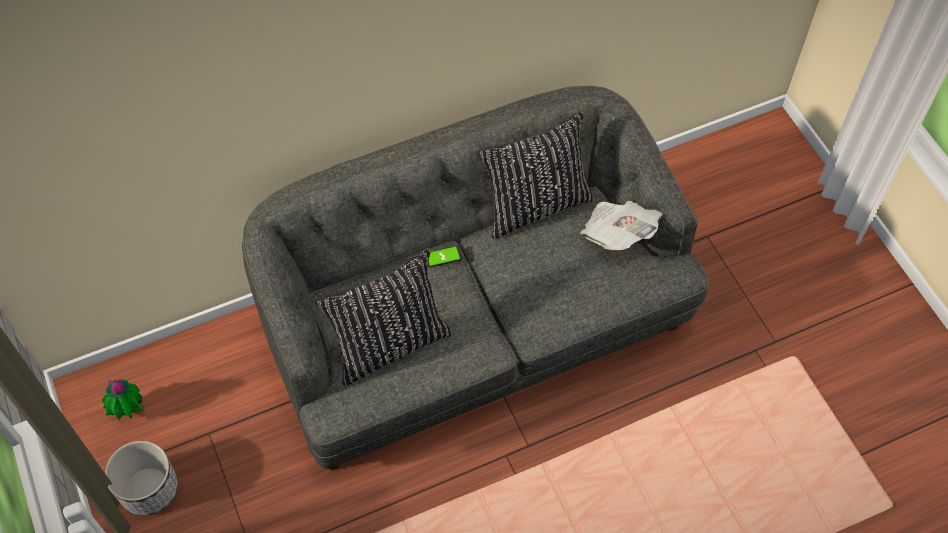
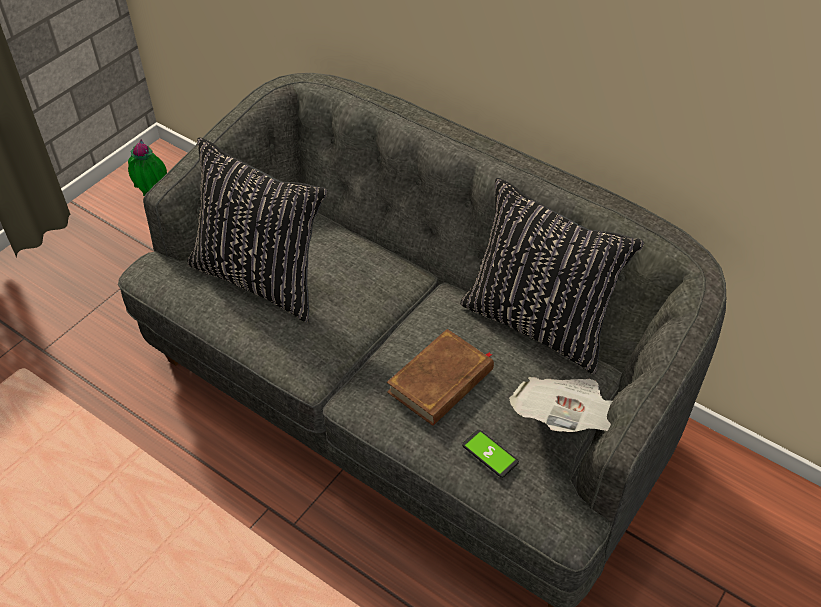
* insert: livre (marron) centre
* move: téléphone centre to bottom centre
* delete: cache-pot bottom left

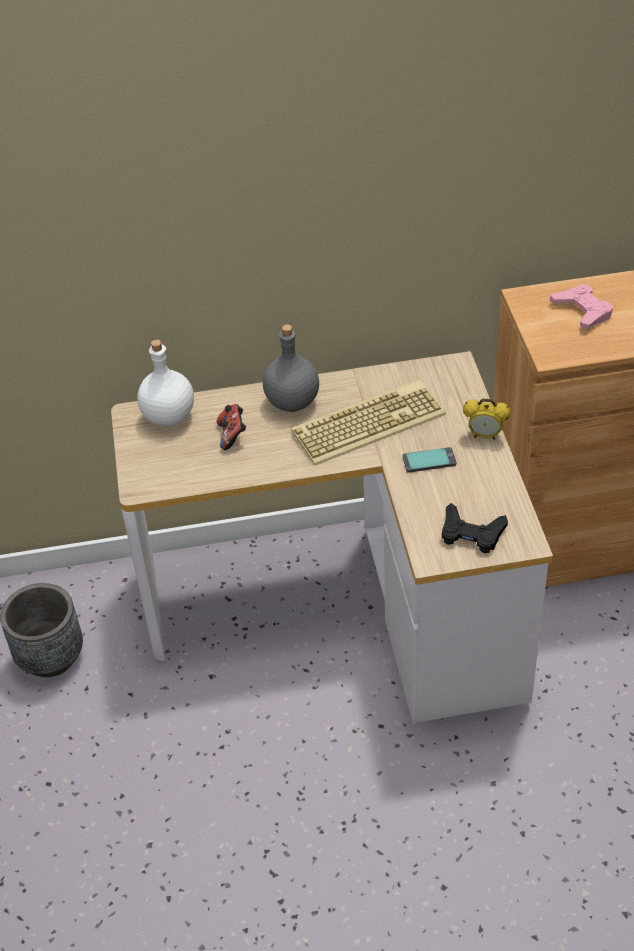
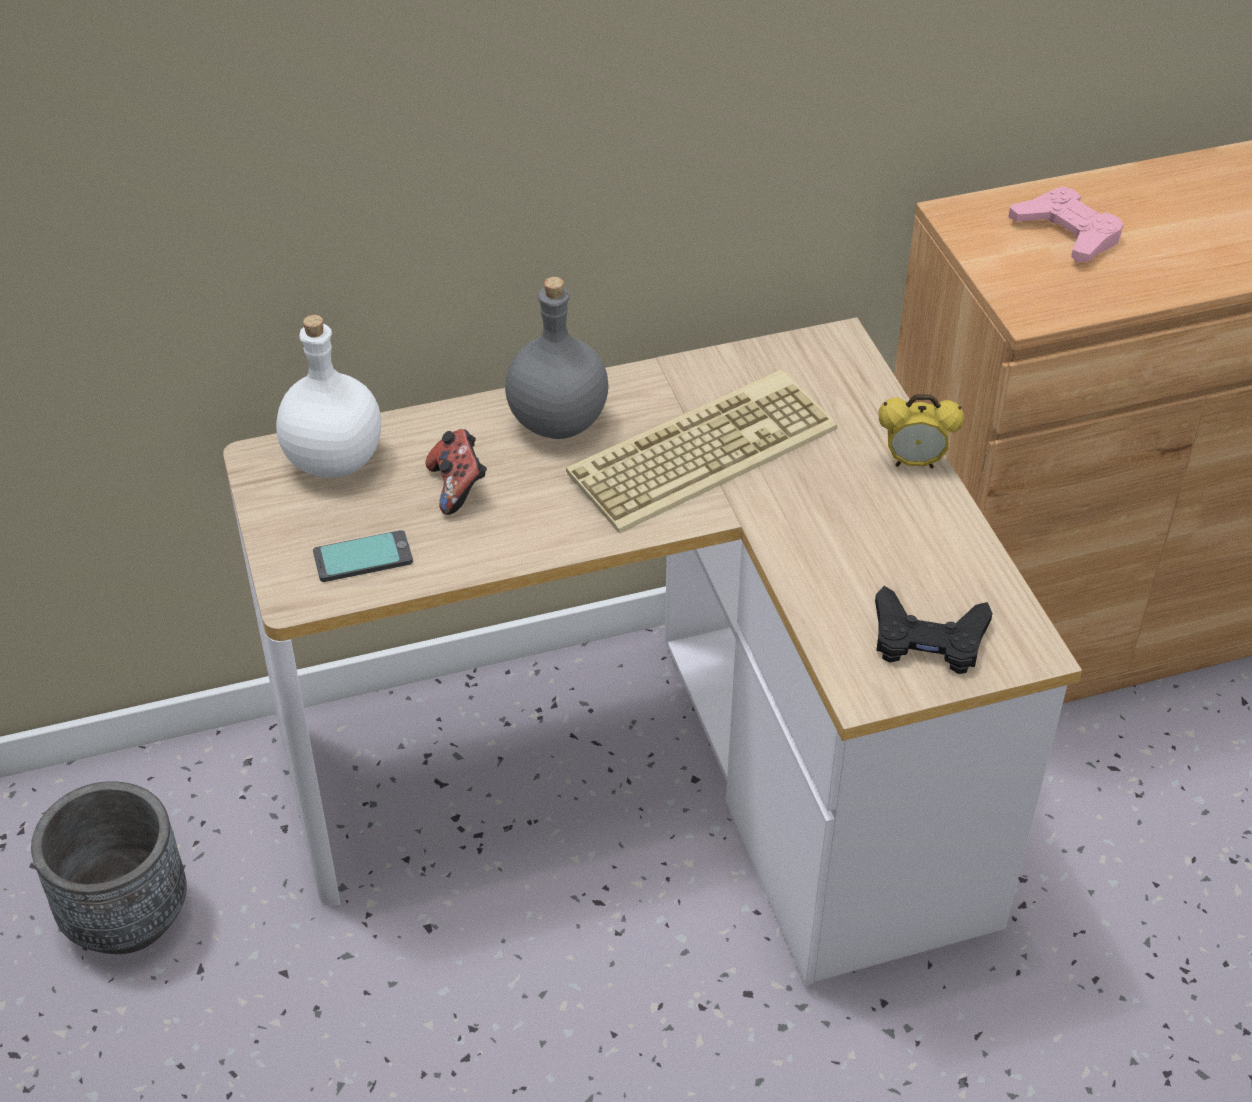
* move: téléphone middle right to middle left

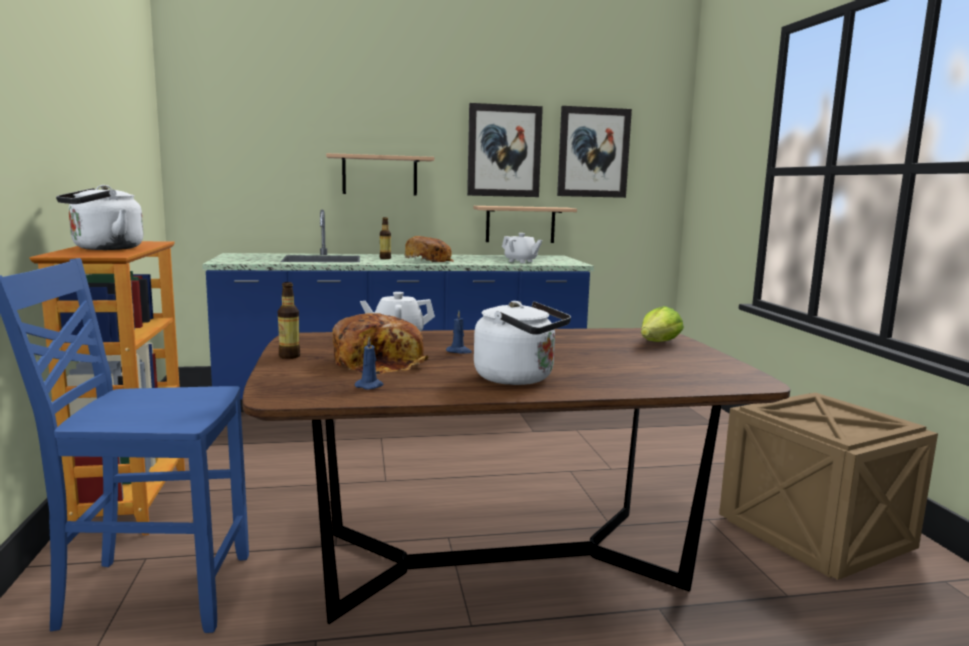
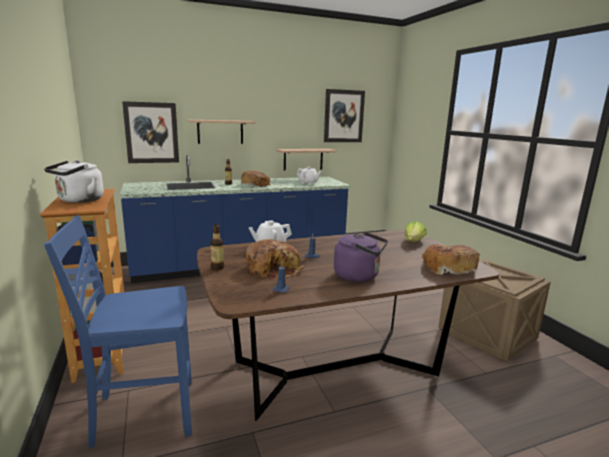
* move: tableau (1st from left) top centre to top left
* recolor: bouilloire (blanc) (2nd from left) centre to bouilloire (violet) centre
* insert: pain (3rd from left) middle right

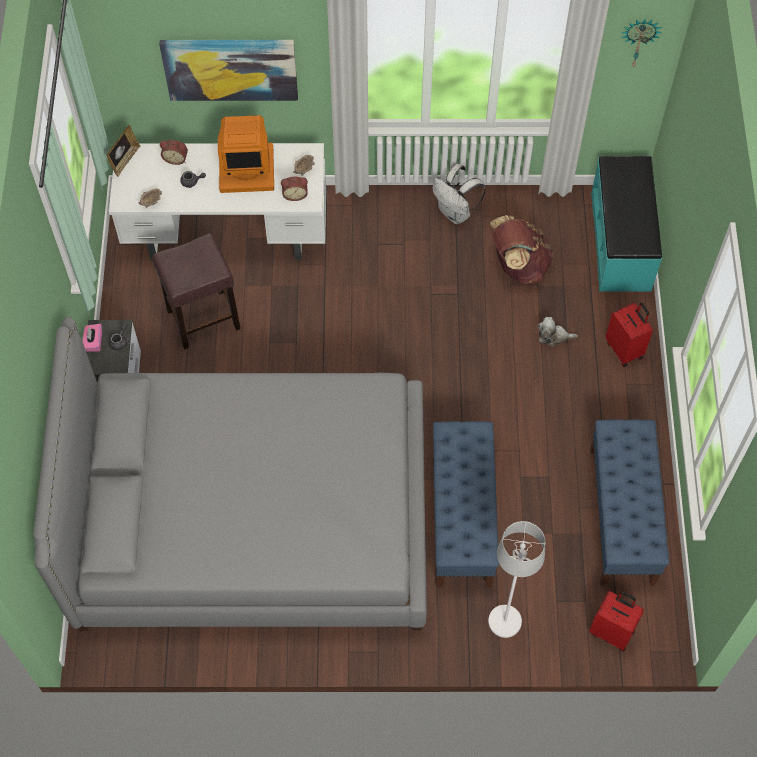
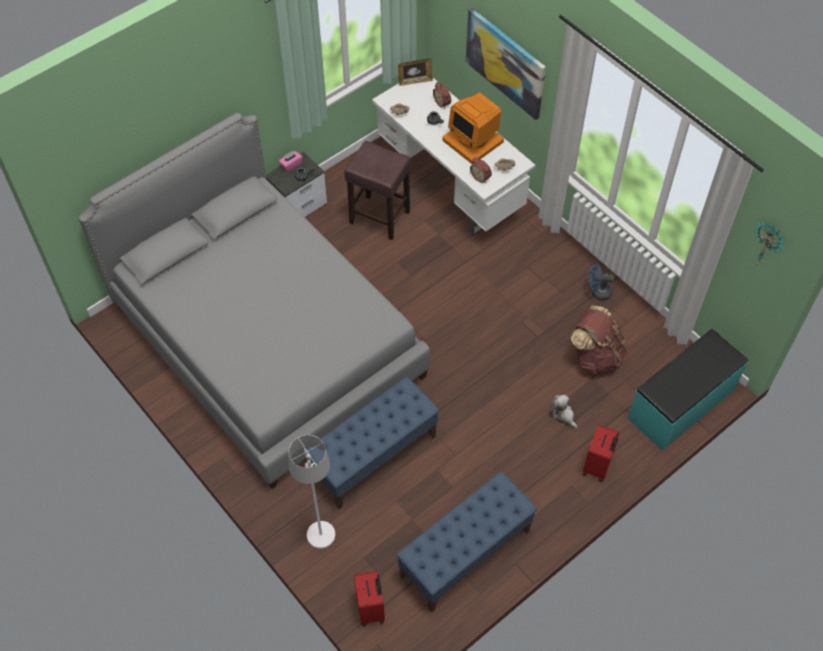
* replace: sac à dos (blanc) top centre to ventilateur (bleu) middle right

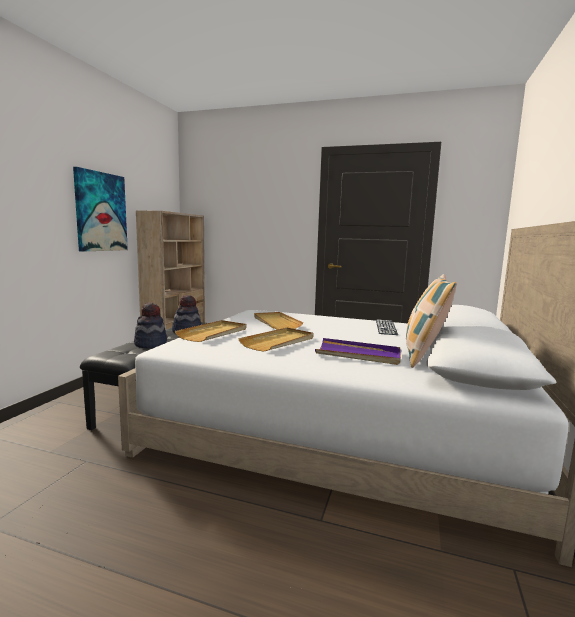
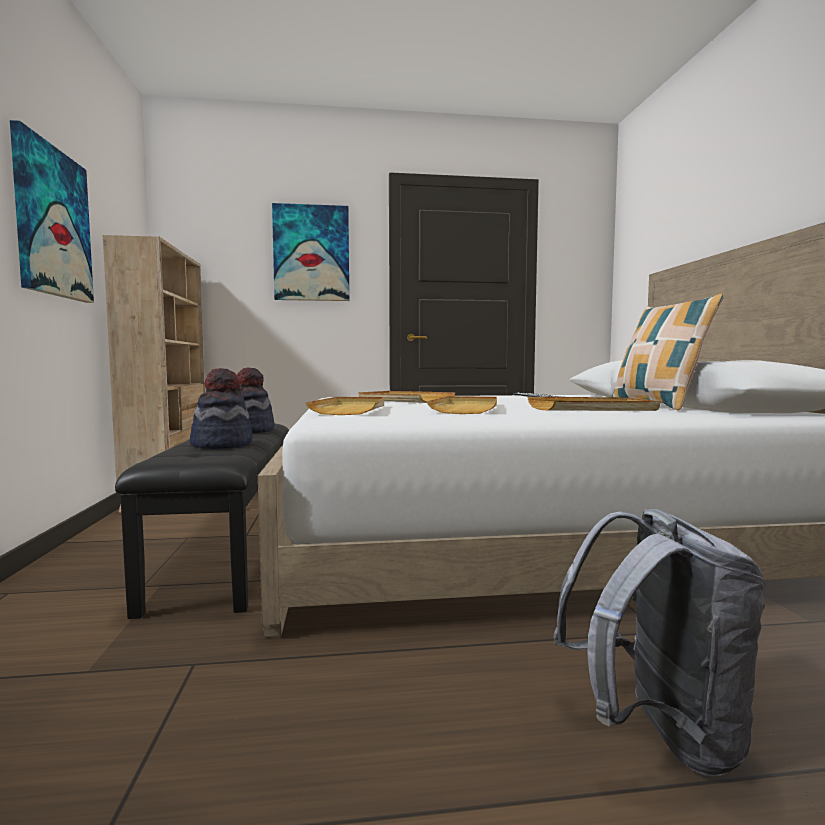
* insert: tableau (2nd from left) top centre
* recolor: plateau (violet) centre to plateau (beige) (4th from left) middle right
* insert: sac à dos (gris) bottom right

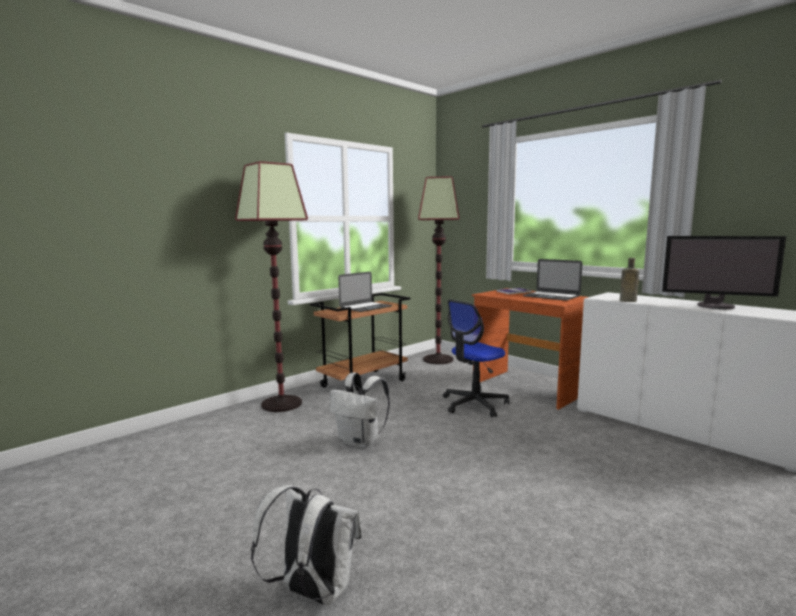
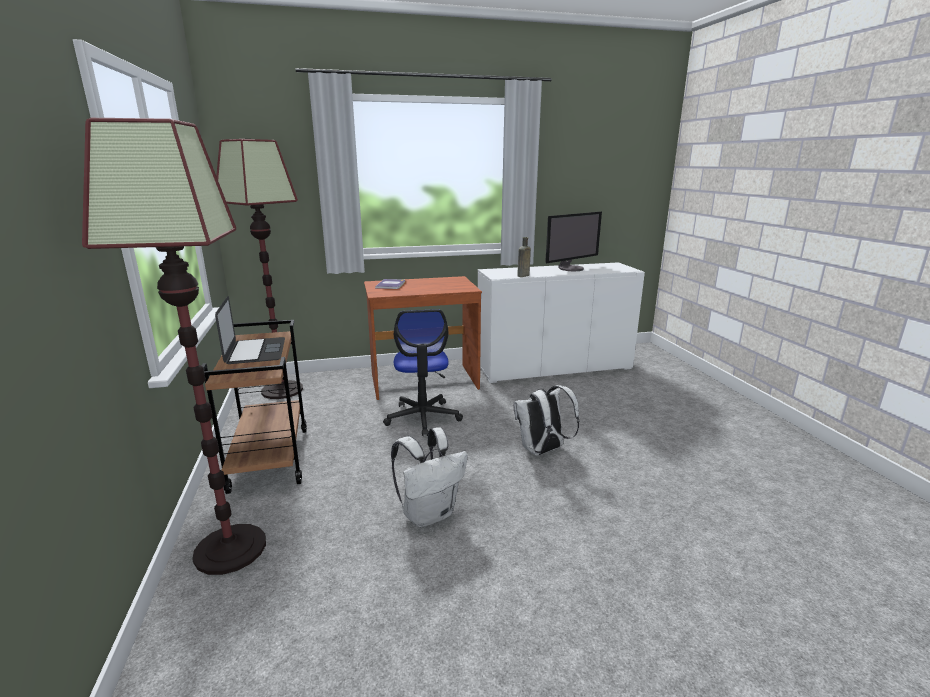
* move: sac à dos (blanc) (1st from left in the first image) bottom centre to sac à dos (blanc) (2nd from left) centre
* delete: ordinateur portable (2nd from left) middle right

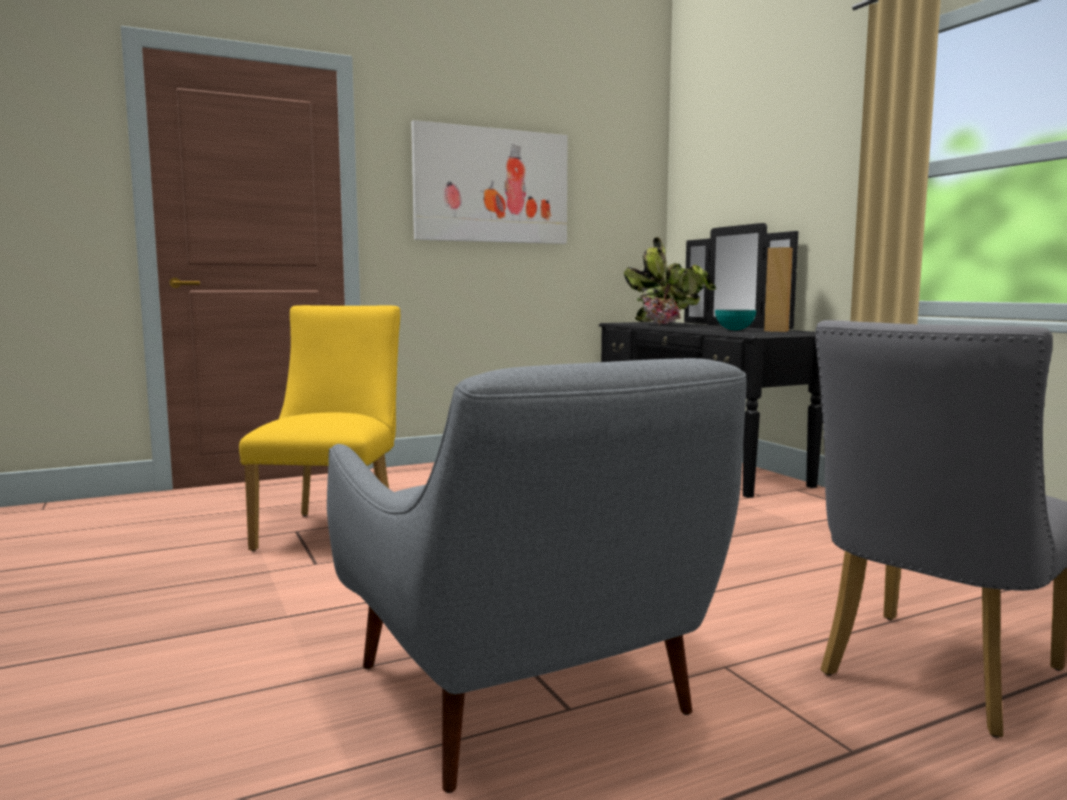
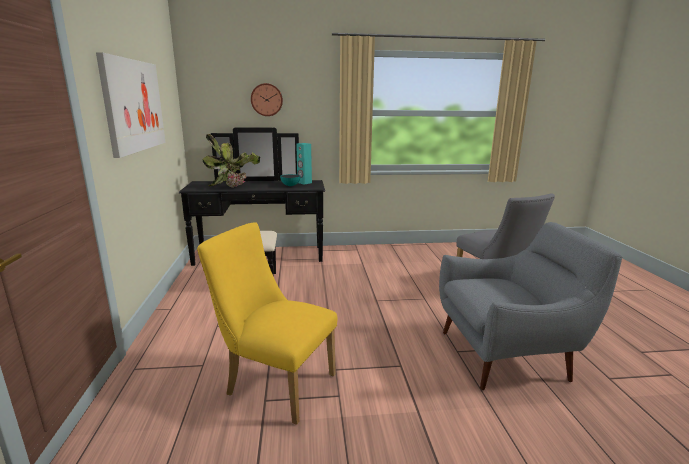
* insert: horloge murale top centre
* recolor: enceinte (marron) middle right to enceinte (turquoise) centre

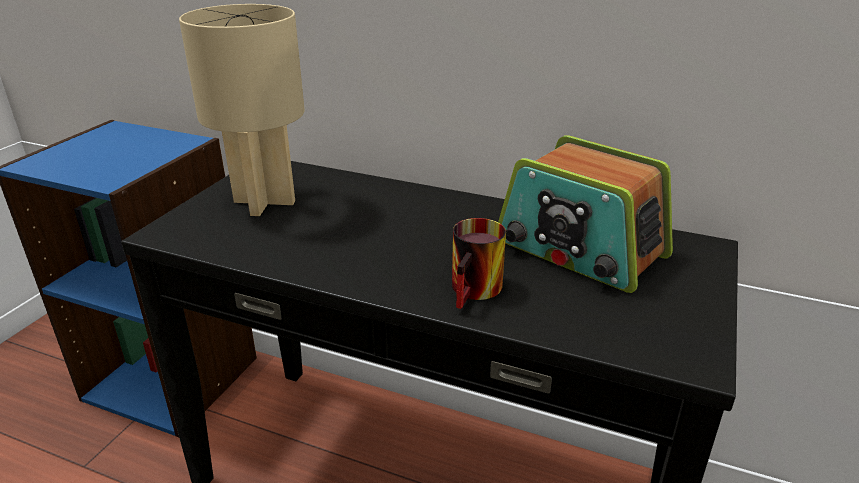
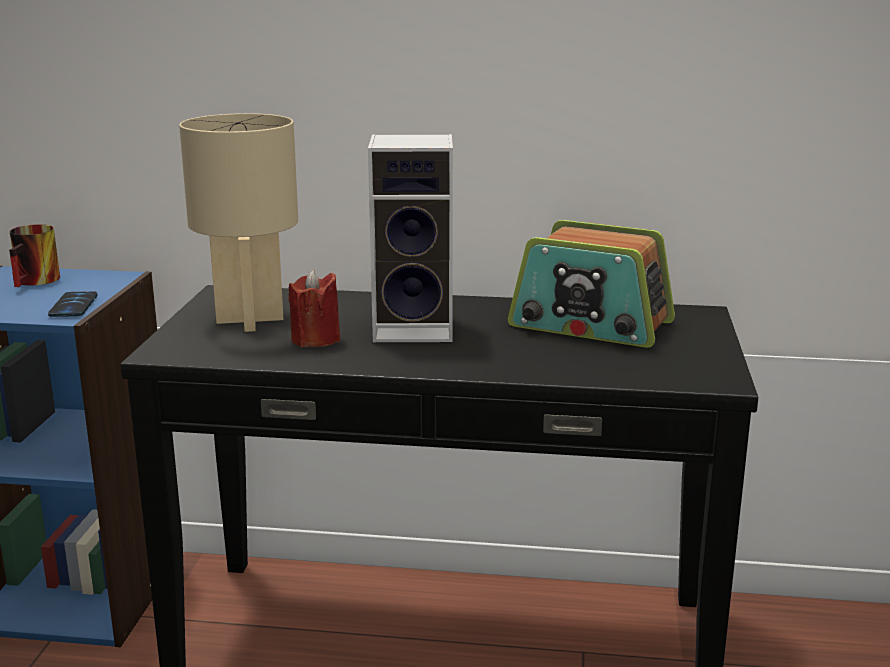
* move: mug centre to middle left
* insert: téléphone middle left
* insert: bougie (rouge) centre
* insert: enceinte centre

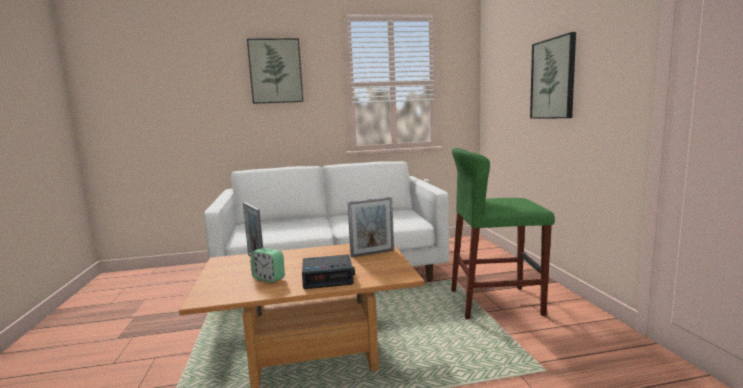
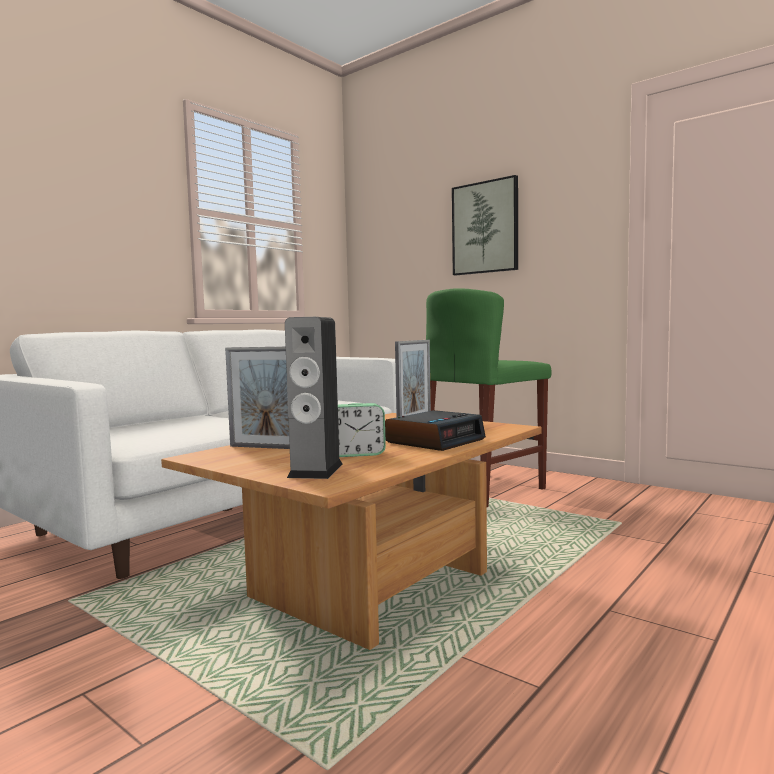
* insert: enceinte centre
* delete: tableau (1st from left) top centre

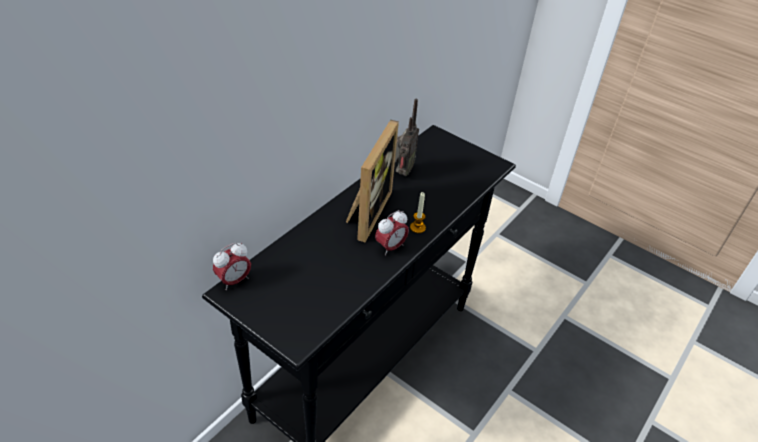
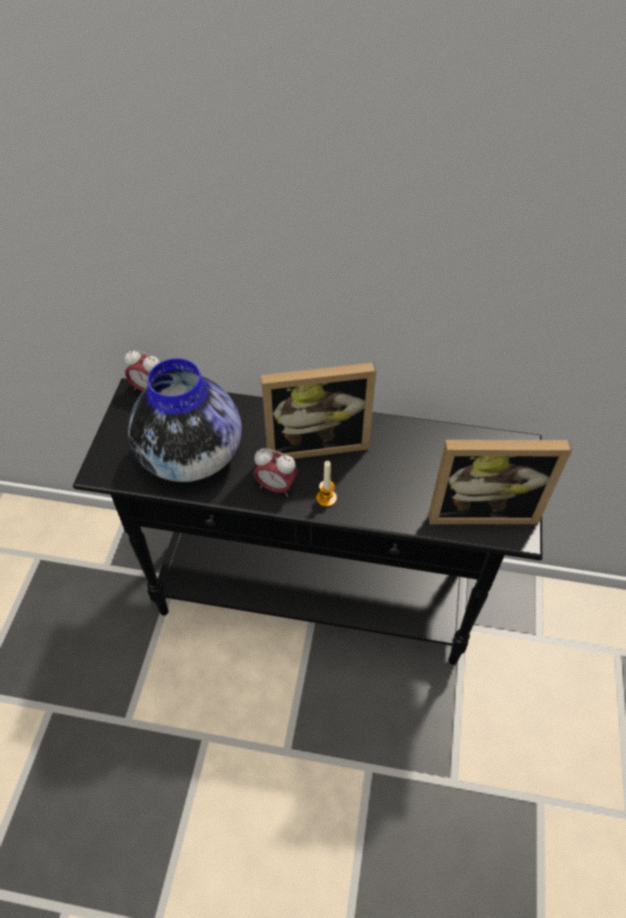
* insert: vase middle left
* insert: cadre photo (2nd from left) middle right
* delete: radio top centre

